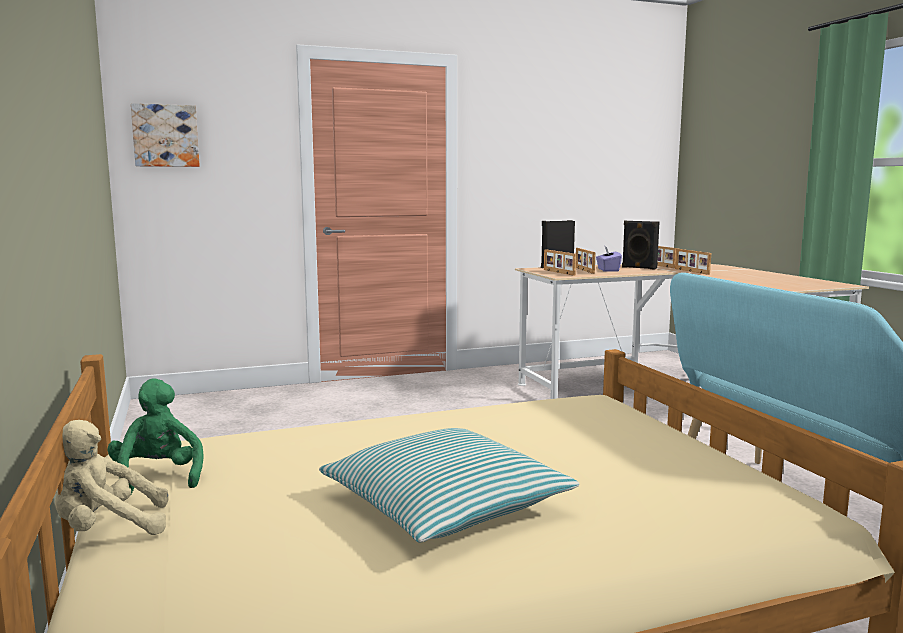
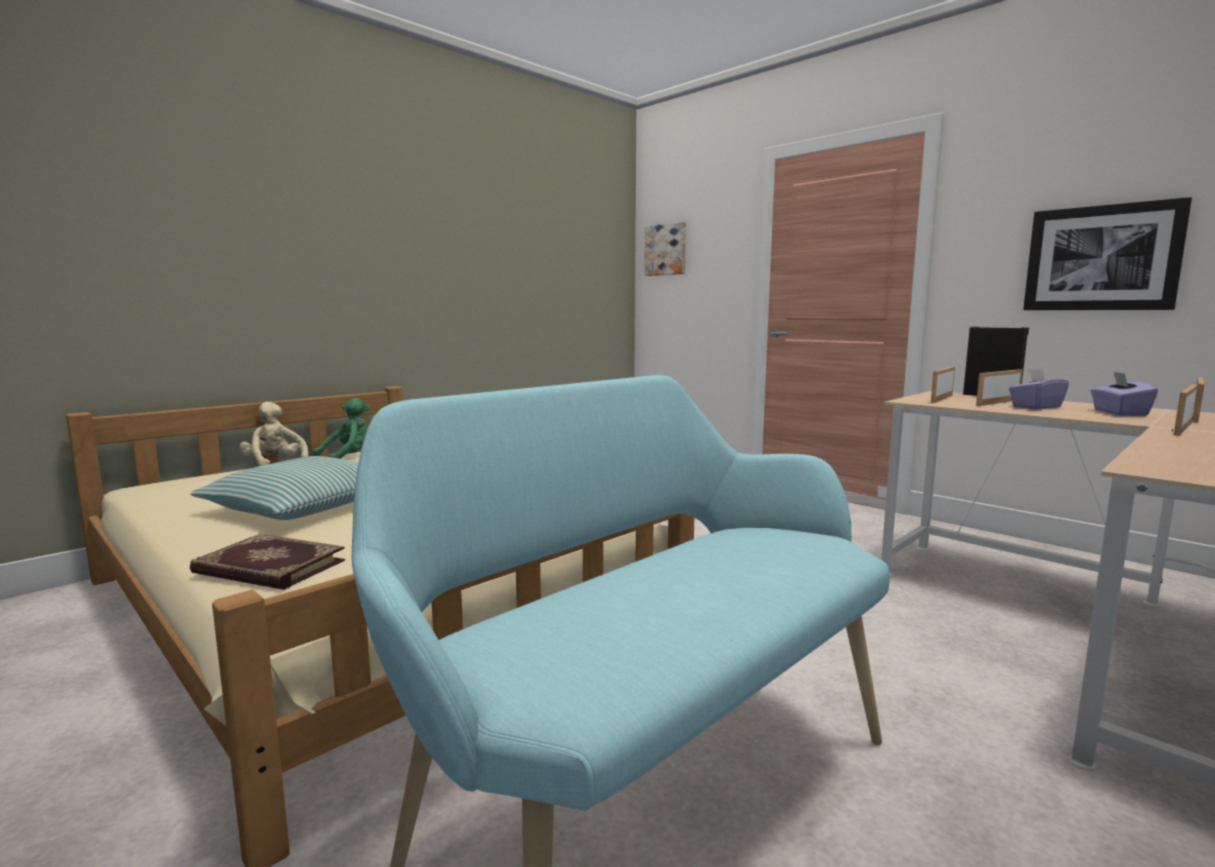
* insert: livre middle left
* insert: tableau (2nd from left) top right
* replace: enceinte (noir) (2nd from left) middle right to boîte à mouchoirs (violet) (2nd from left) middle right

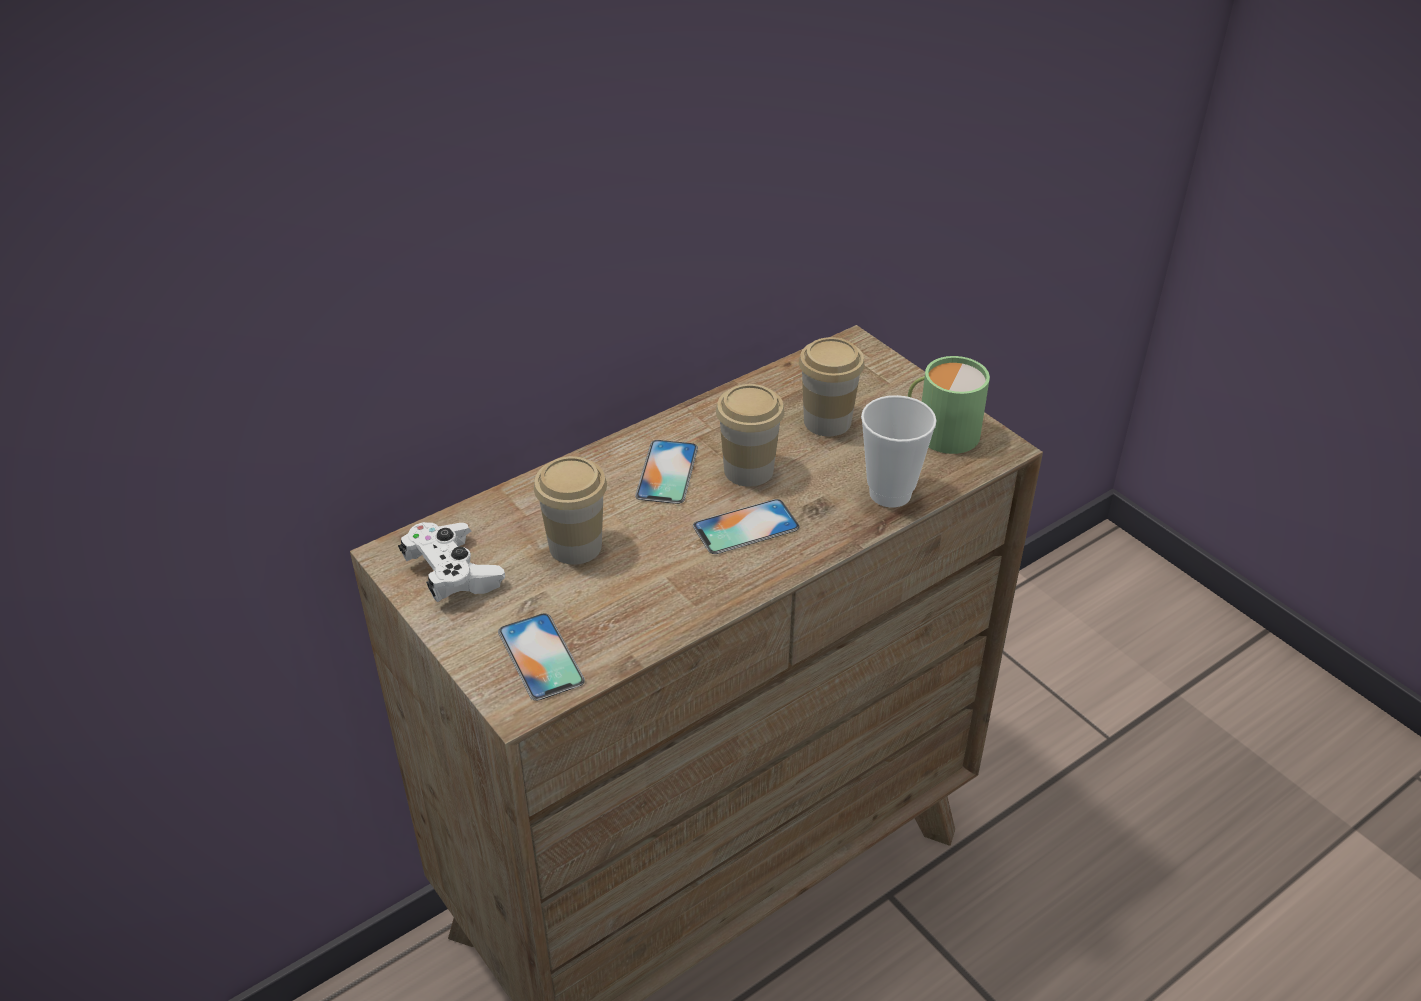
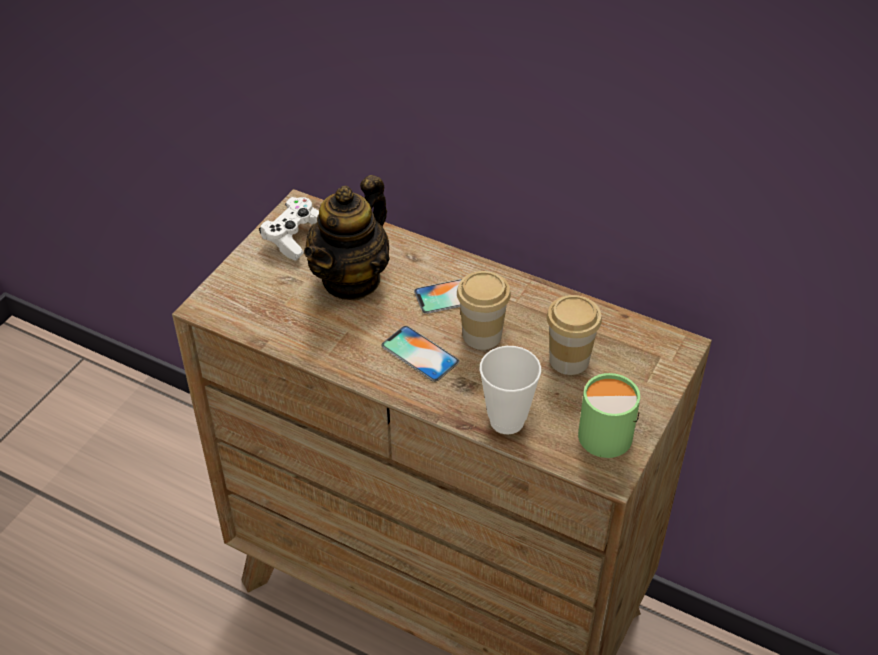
* replace: tasse (1st from left) centre to théière centre
* delete: téléphone (1st from left) centre

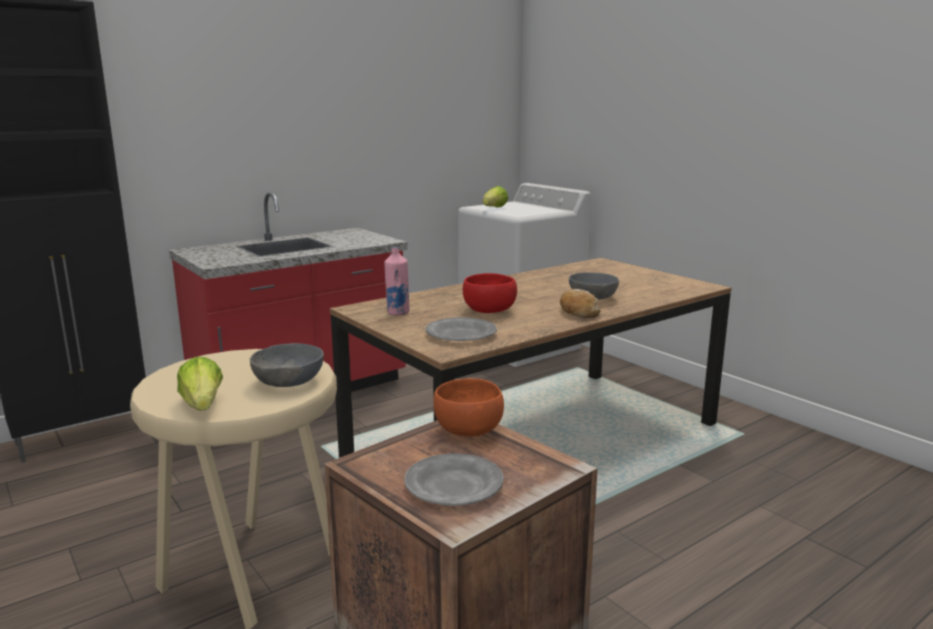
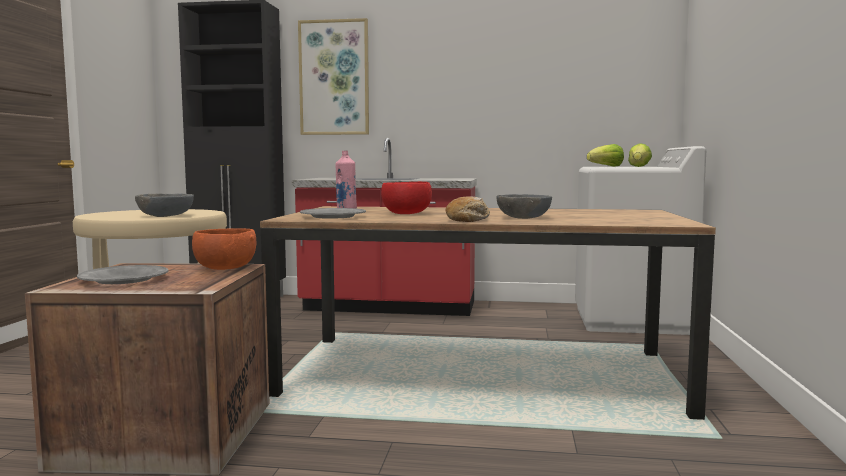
* insert: tableau top centre
* move: laitue (1st from left in the first image) middle left to laitue (2nd from left) top right

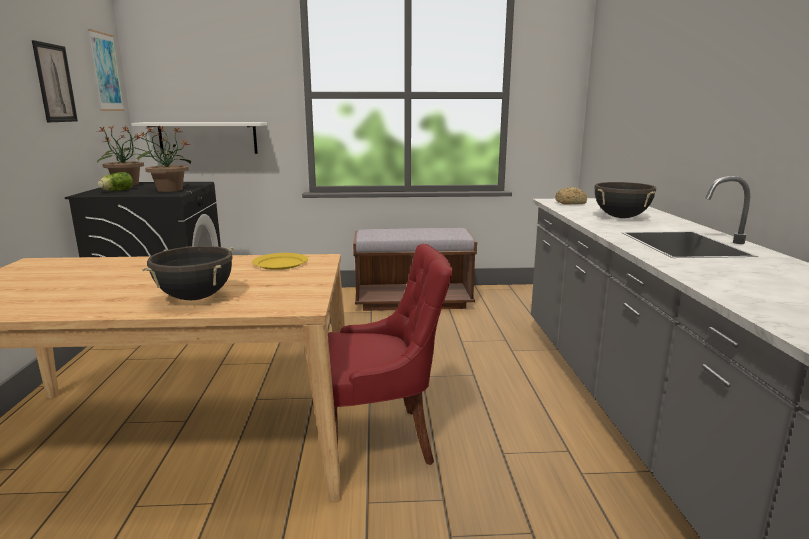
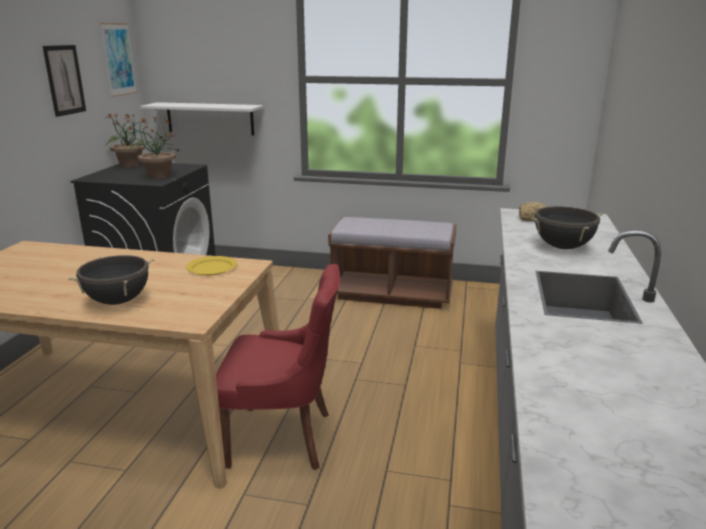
* delete: laitue middle left

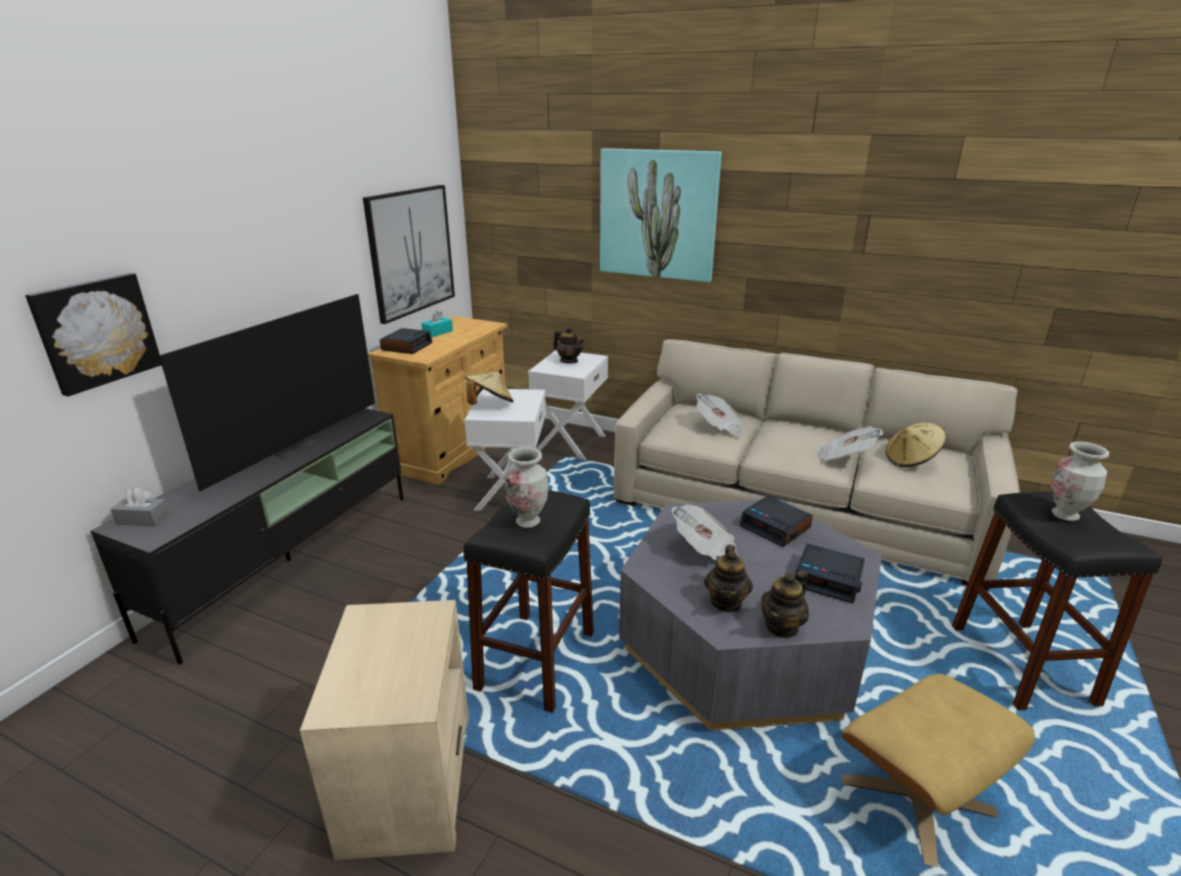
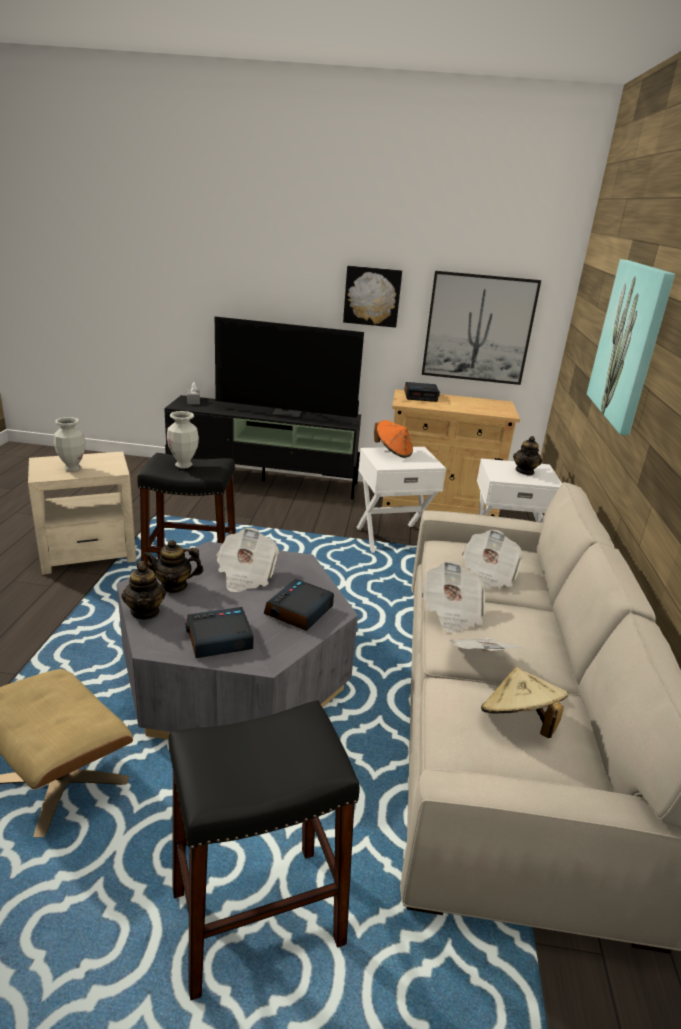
* move: vase (2nd from left in the first image) middle right to vase (1st from left) middle left
* rotate: théière (3rd from left in the first image) bottom centre = middle left 135 degrees counterclockwise
* rotate: réveil (3rd from left in the first image) middle right = middle left 60 degrees clockwise
* move: tableau (1st from left) middle left to top centre
* recolor: chapeau (beige) (1st from left) centre to chapeau (orange) centre
* insert: journal (2nd from left) middle right
* delete: boîte à mouchoirs (turquoise) centre

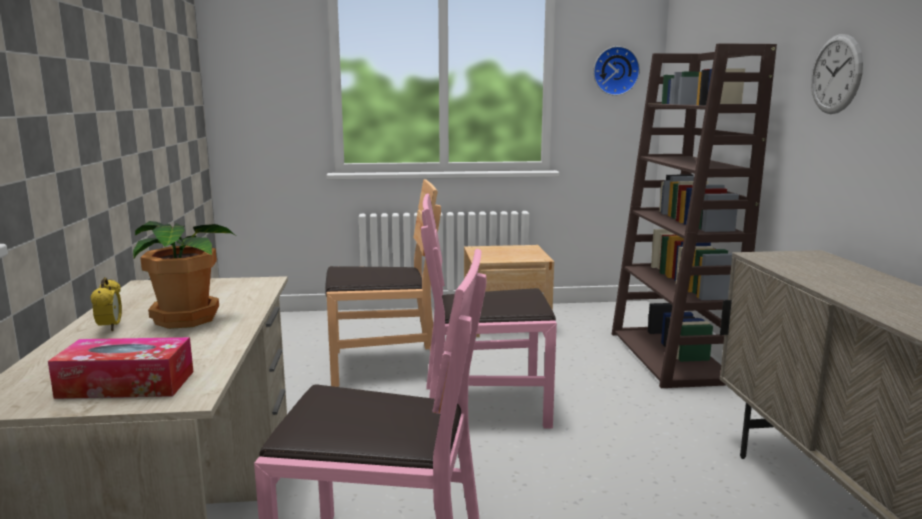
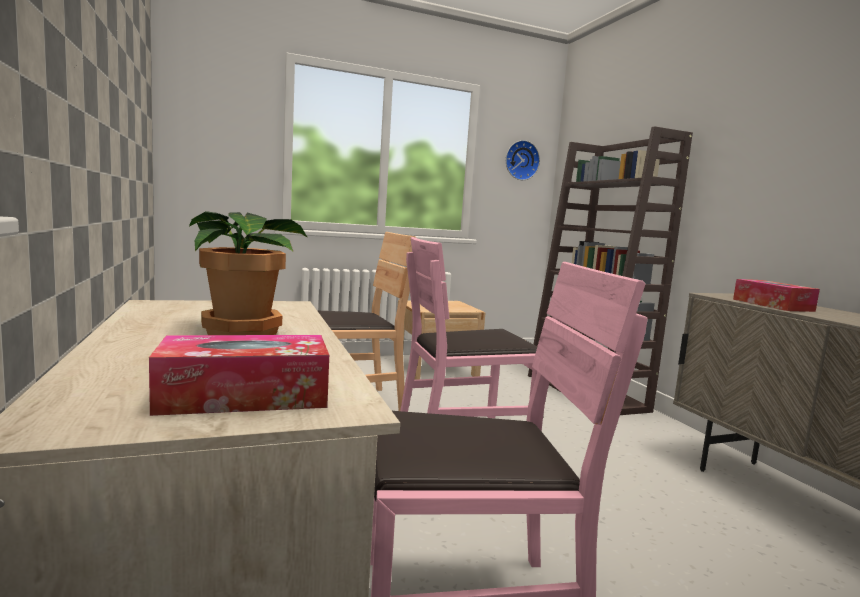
* insert: boîte à mouchoirs (2nd from left) middle right
* delete: réveil middle left
* delete: horloge murale (2nd from left) top right

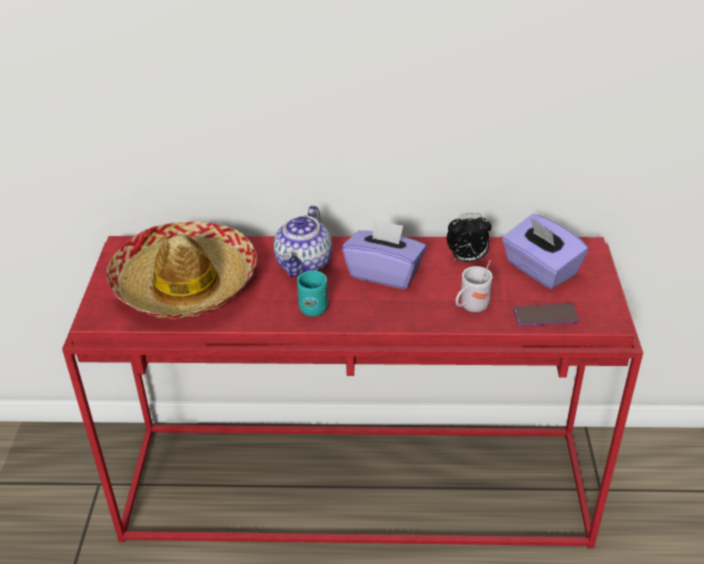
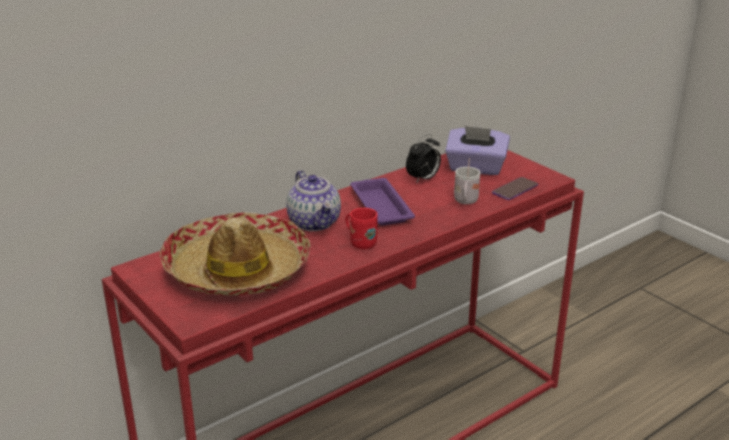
* recolor: mug (turquoise) centre to mug (rouge) centre
* replace: boîte à mouchoirs (violet) (1st from left) centre to plateau (violet) centre

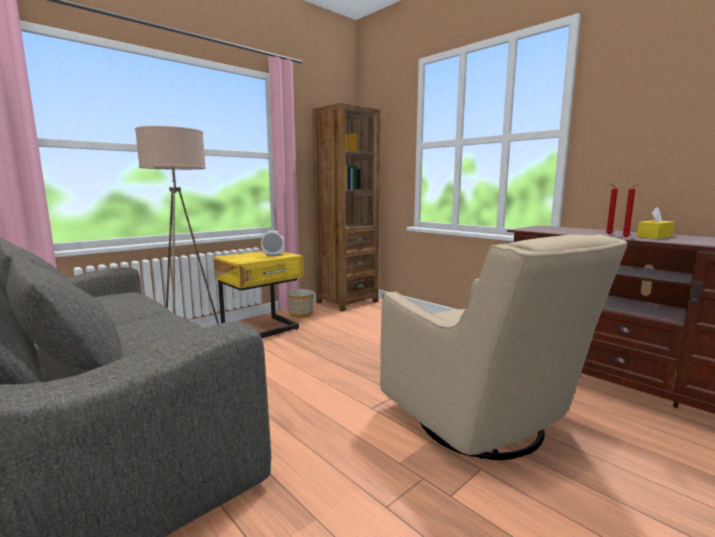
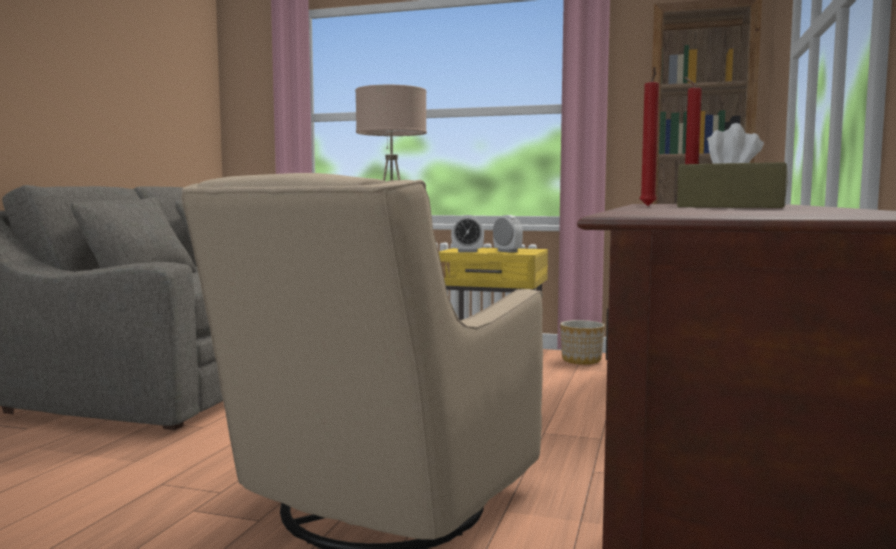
* insert: réveil (1st from left) centre
* recolor: boîte à mouchoirs (jaune) middle right to boîte à mouchoirs (marron) top right

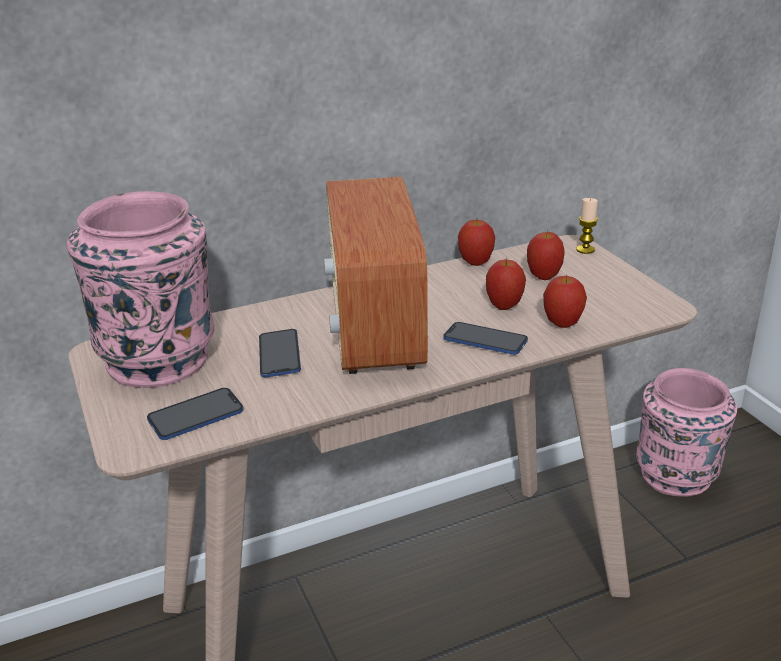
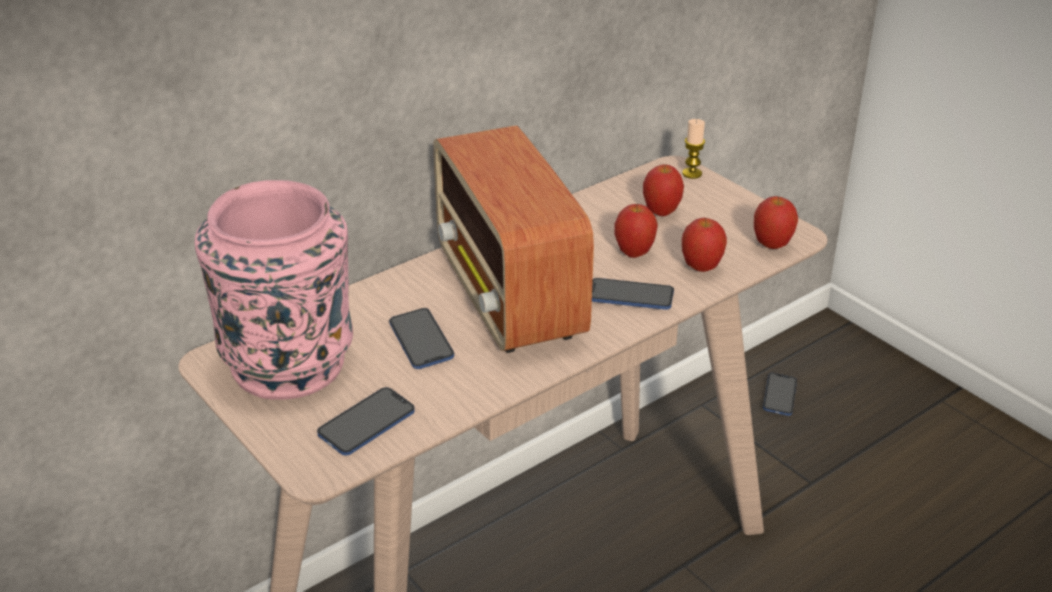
* move: pomme (1st from left in the first image) centre to pomme (4th from left) middle right
* replace: vase (rose) (2nd from left) middle right to téléphone (4th from left) middle right

